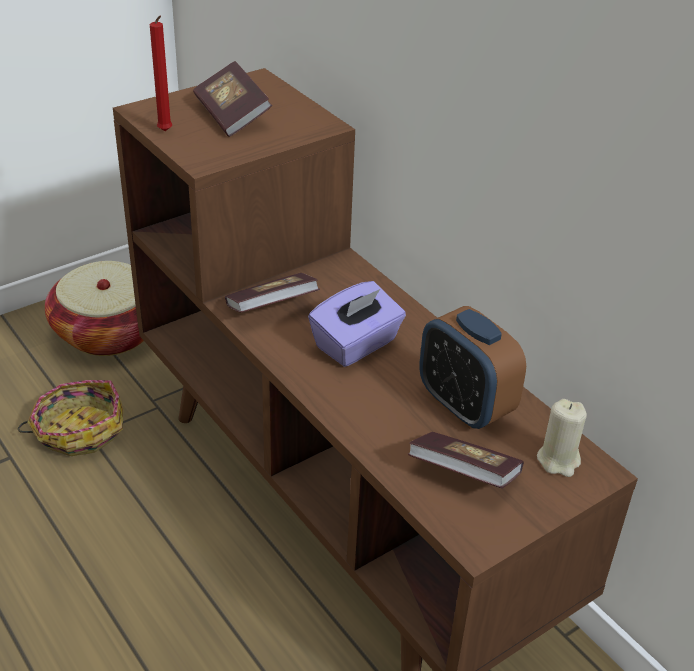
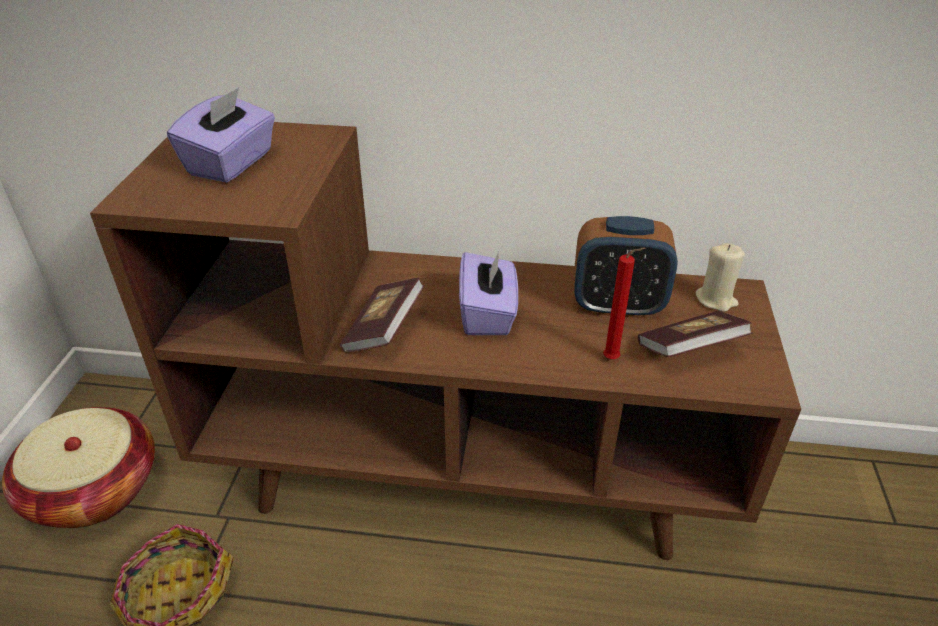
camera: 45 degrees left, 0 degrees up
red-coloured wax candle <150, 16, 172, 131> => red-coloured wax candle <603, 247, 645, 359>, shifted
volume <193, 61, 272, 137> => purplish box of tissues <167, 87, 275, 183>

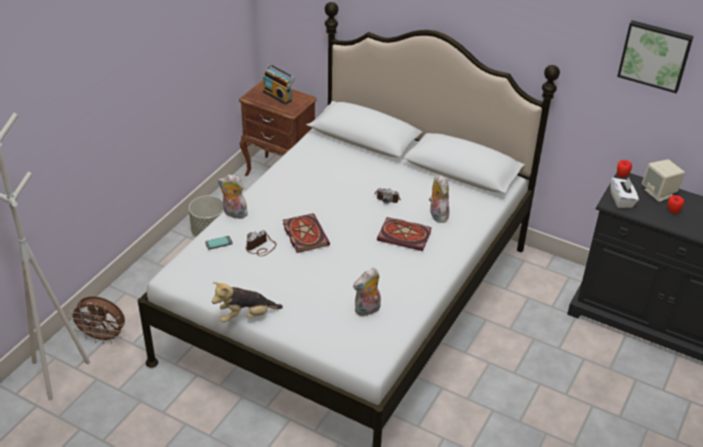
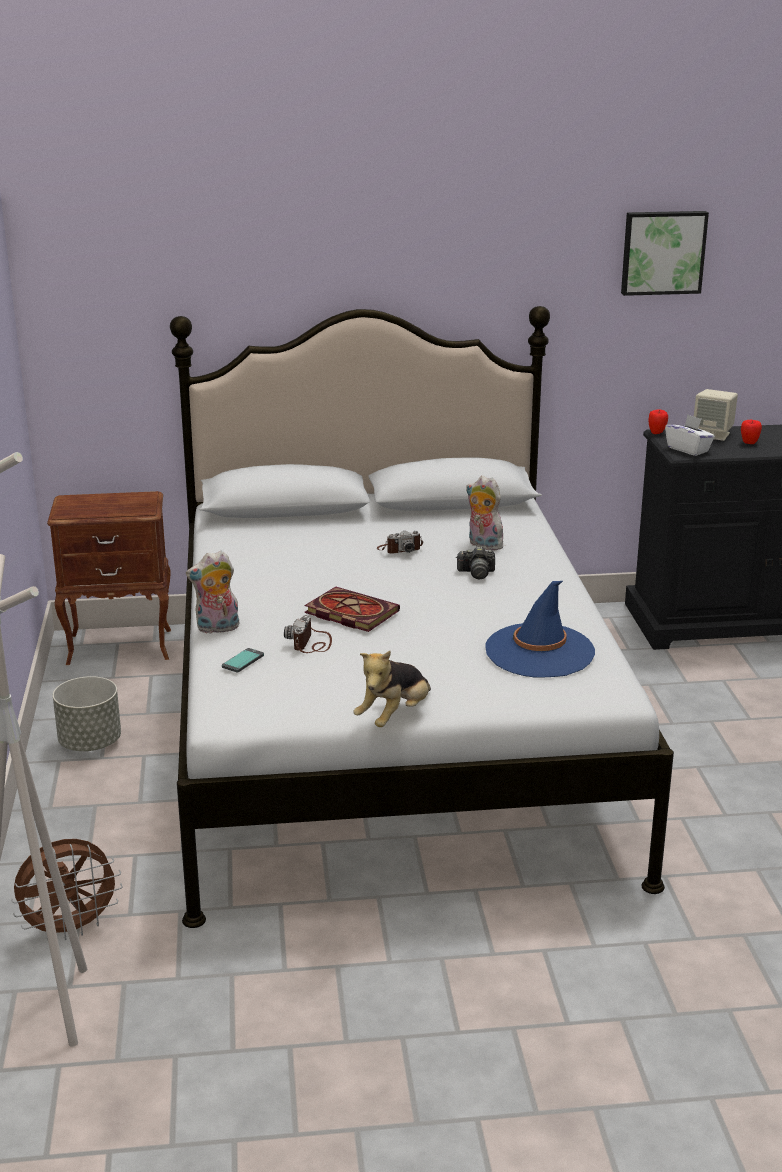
camera: 35 degrees left, 15 degrees down
radio <263, 64, 295, 105> => nothing
volume <377, 217, 432, 251> => still camera <456, 546, 495, 579>
plush toy <353, 268, 381, 316> => blue hat <486, 581, 595, 677>

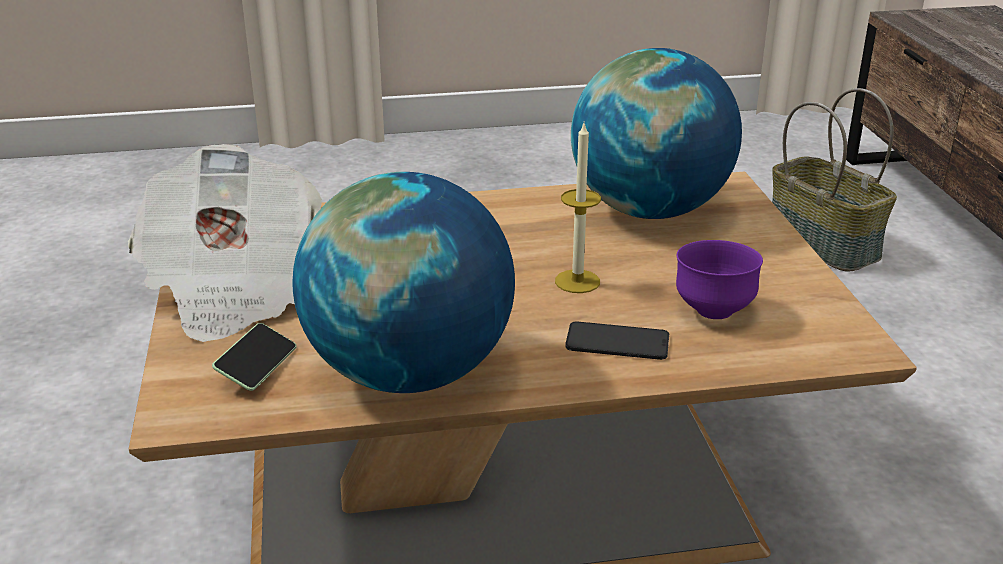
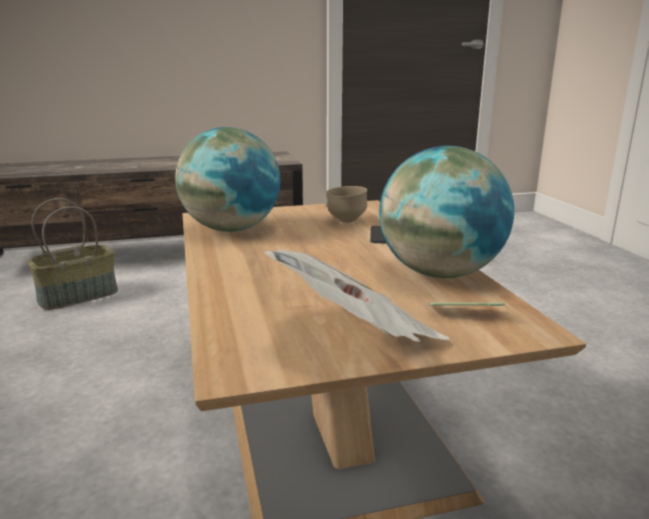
camera: 95 degrees left, 10 degrees down
wax candle <555, 123, 601, 293> => nothing
purplish deep dish <676, 240, 763, 319> => brown-coloured deep dish <326, 186, 367, 223>

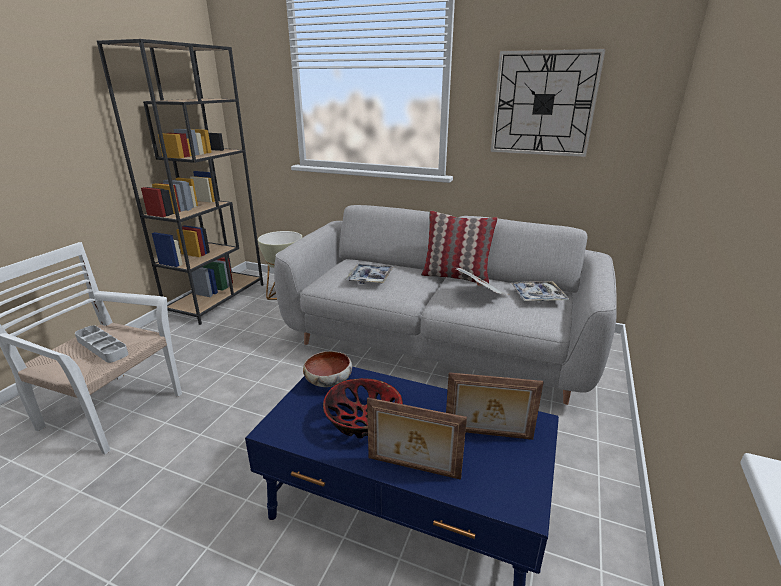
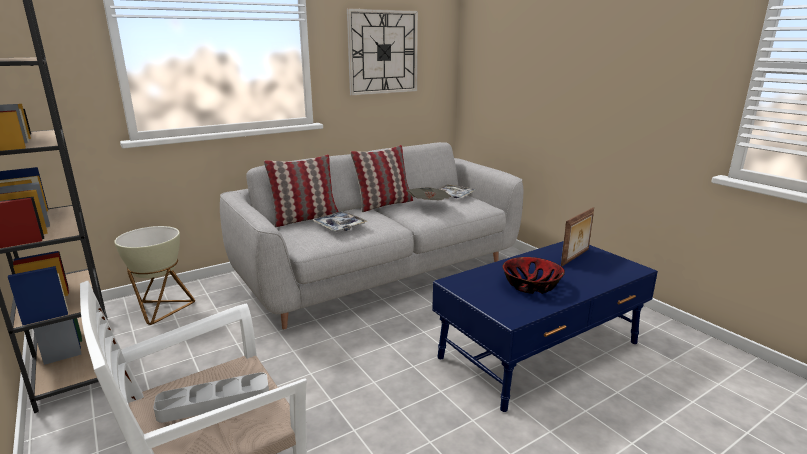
camera: 55 degrees left, 5 degrees down
deep dish <303, 351, 352, 387> => nothing
picture frame <367, 398, 467, 480> => nothing
nothing => pillow <264, 154, 339, 227>

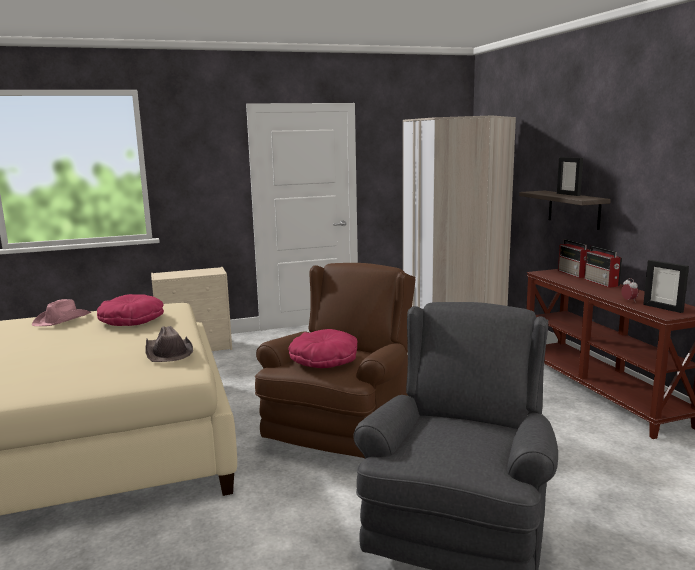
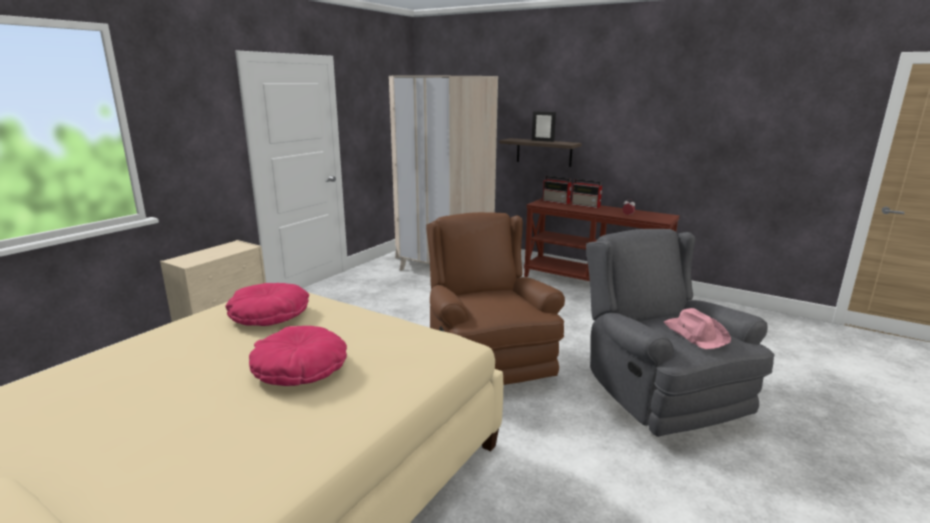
camera: 40 degrees left, 5 degrees up
picture frame <643, 260, 689, 313> => nothing
pink hat <32, 299, 91, 326> => pink hat <664, 308, 731, 349>, shifted
brown-coloured hat <145, 326, 193, 362> => nothing
pink pillow <288, 329, 357, 368> => pink pillow <249, 326, 347, 386>, shifted

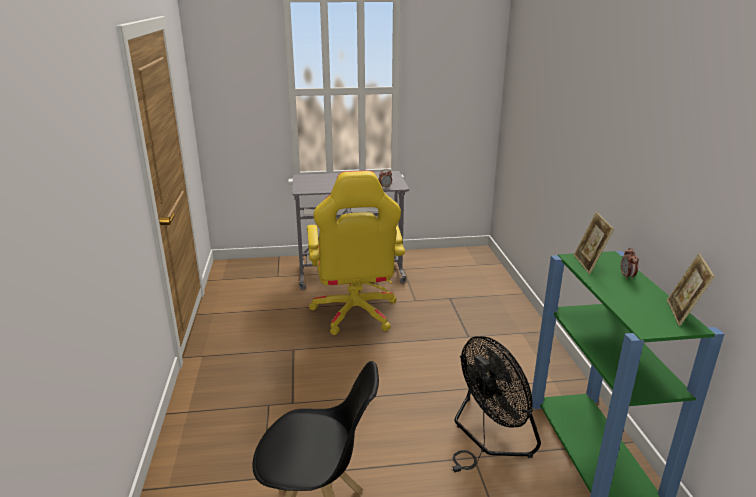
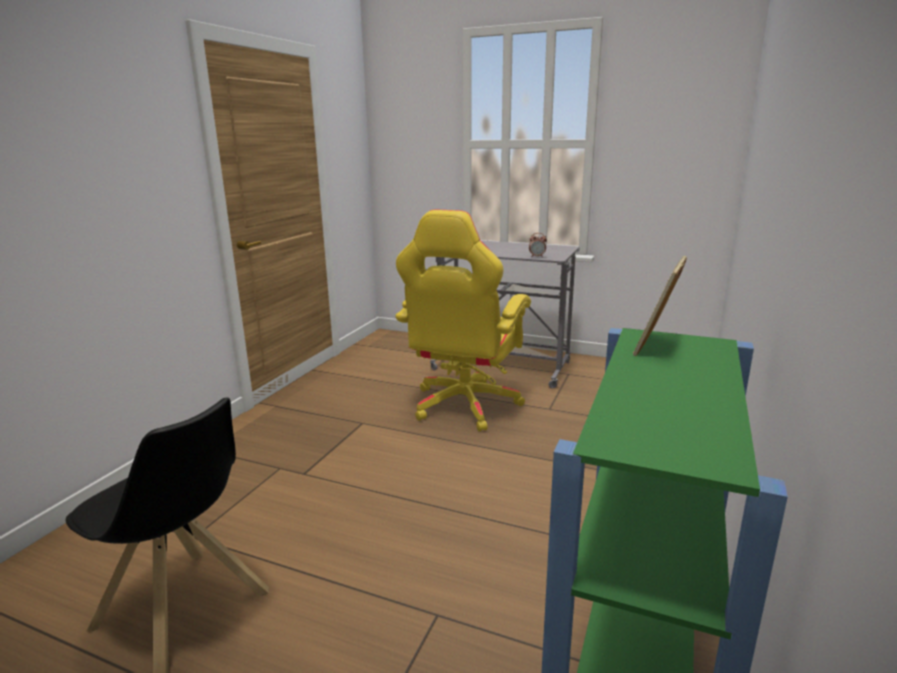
camera: 30 degrees right, 5 degrees down
bedside clock <621, 248, 639, 280> => nothing
picture frame <667, 253, 715, 326> => nothing
black-coloured cooling fan <452, 336, 541, 472> => nothing

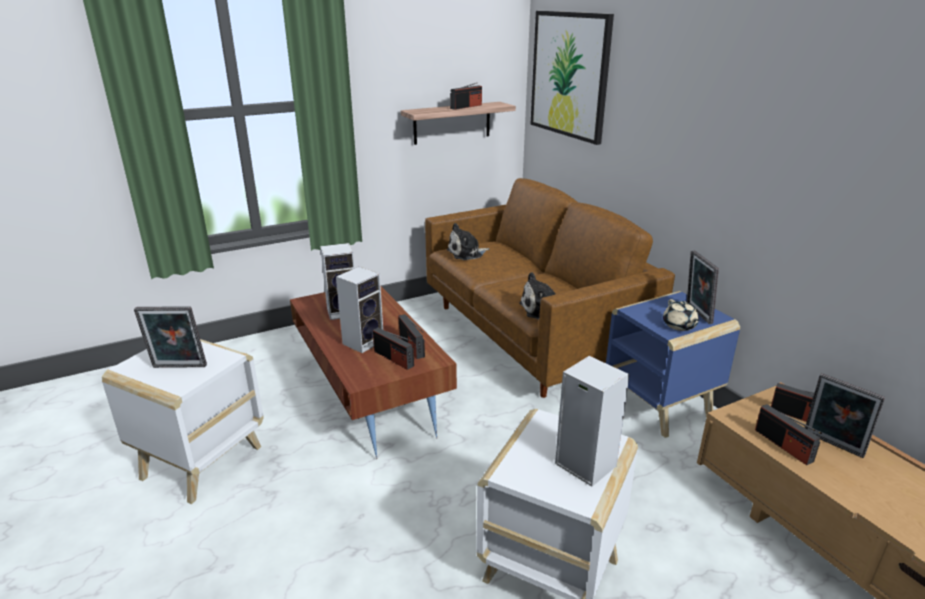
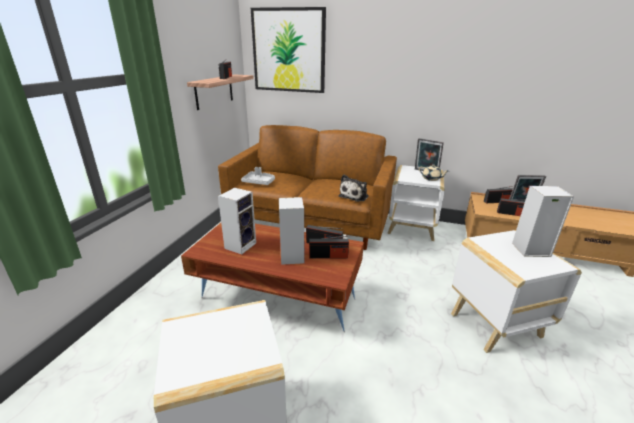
camera: 45 degrees left, 0 degrees up
plush toy <447, 223, 489, 260> => gray carrying tray <241, 167, 275, 185>
blue end table <606, 291, 740, 438> => whitish end table <387, 165, 445, 241>
picture frame <134, 306, 207, 368> => nothing

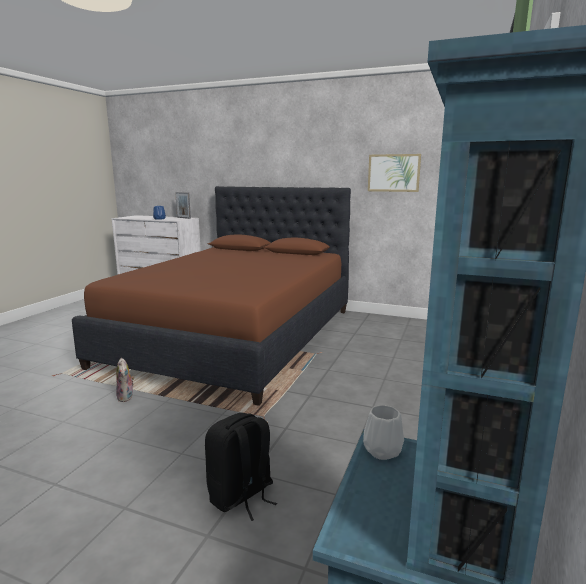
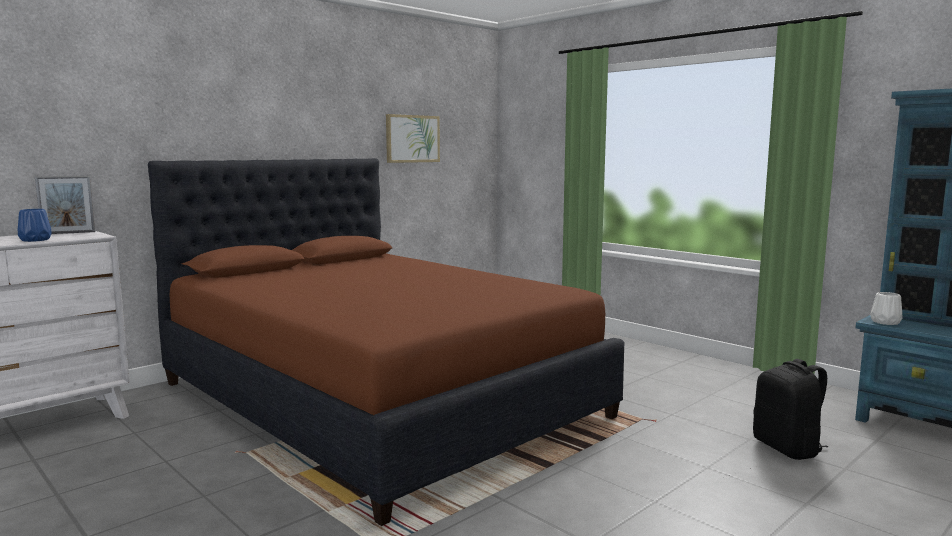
camera: 65 degrees left, 5 degrees down
plush toy <116, 358, 135, 402> => nothing

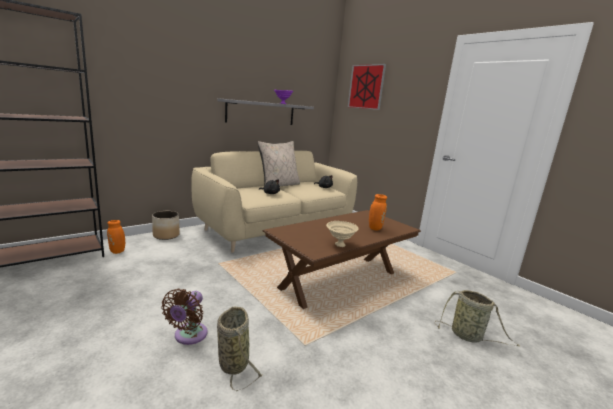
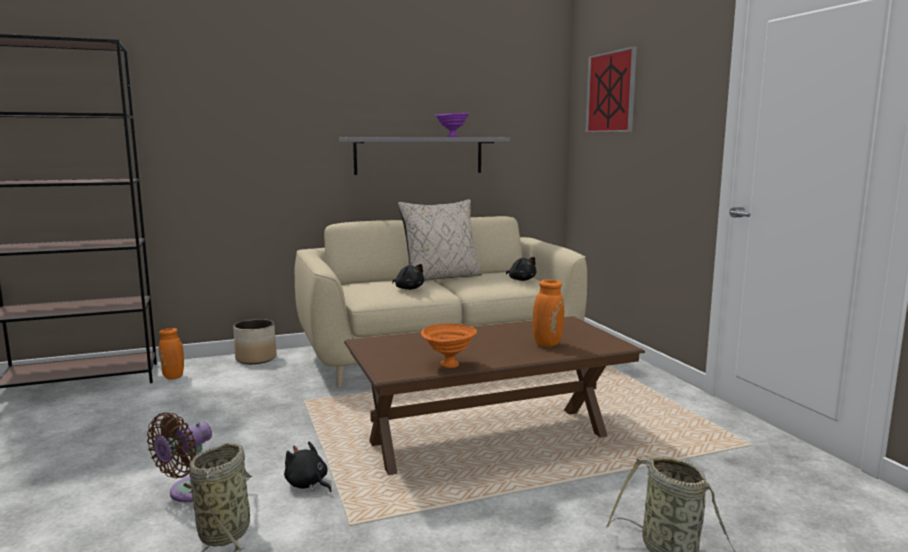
camera: 20 degrees right, 5 degrees down
beige-coloured deep dish <326, 221, 359, 247> => orangey deep dish <421, 323, 477, 368>
nothing => black-coloured plush toy <284, 442, 332, 492>

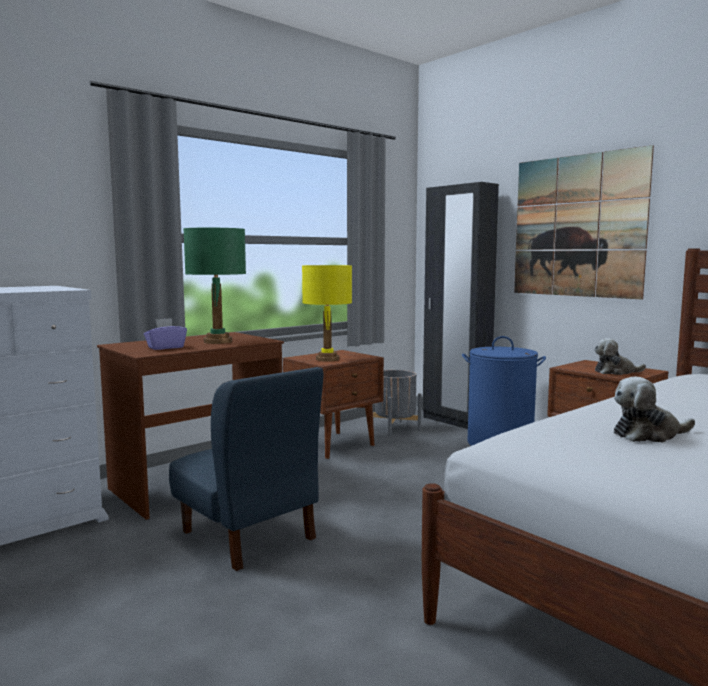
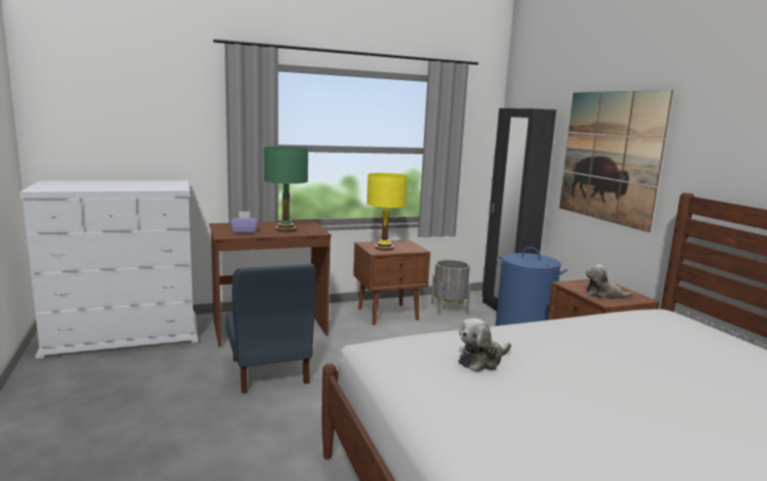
camera: 20 degrees right, 5 degrees up
plush toy <614, 377, 695, 442> => plush toy <459, 318, 511, 372>, 45 degrees counterclockwise

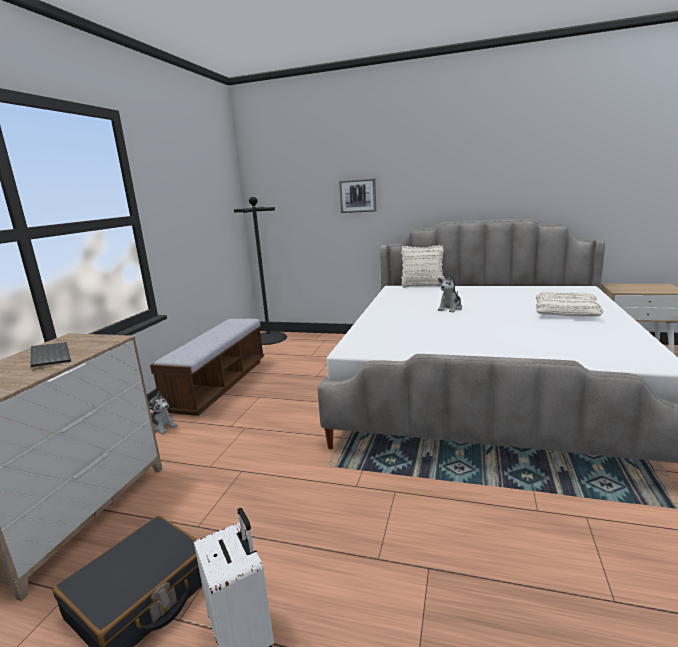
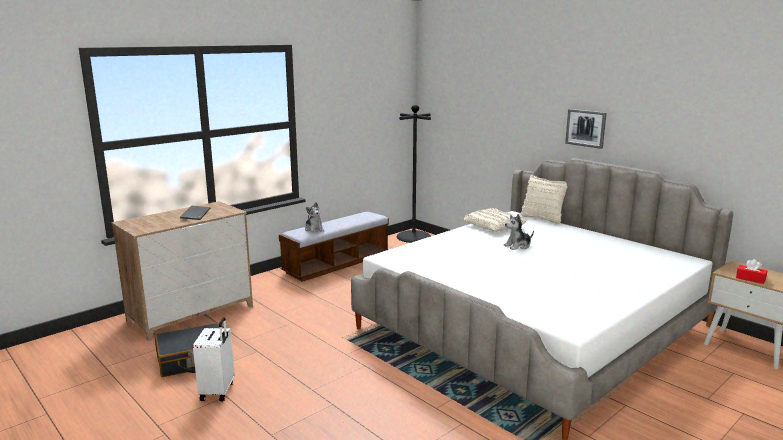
camera: 30 degrees right, 0 degrees up
wall art <339, 178, 376, 213> => wall art <565, 109, 606, 149>, shifted
beige-coloured pillow <536, 292, 603, 317> => beige-coloured pillow <464, 208, 527, 232>, shifted
plush toy <149, 391, 178, 434> => plush toy <305, 202, 324, 233>, shifted
nothing => red-coloured box of tissues <736, 259, 768, 284>

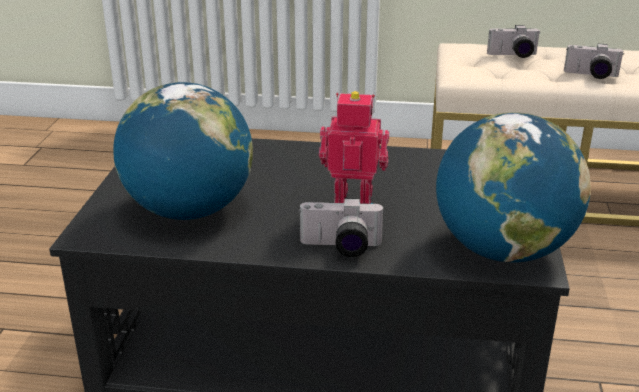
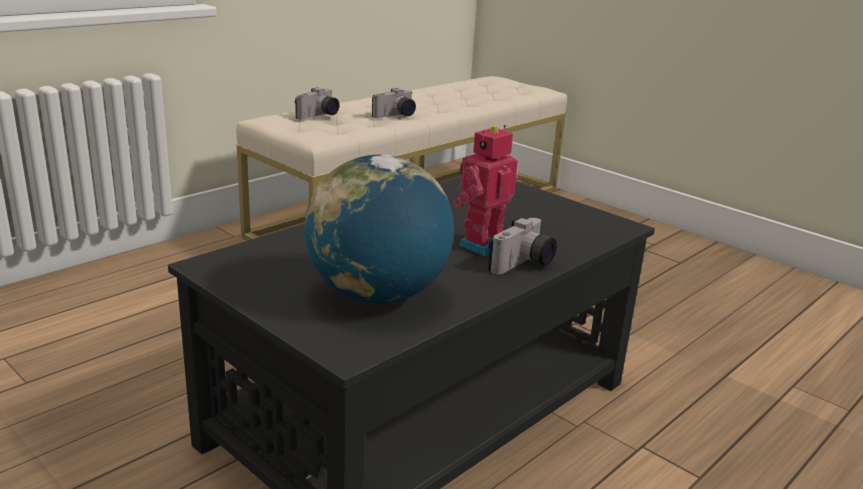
camera: 55 degrees left, 5 degrees down
desk globe <436, 112, 591, 263> => nothing

